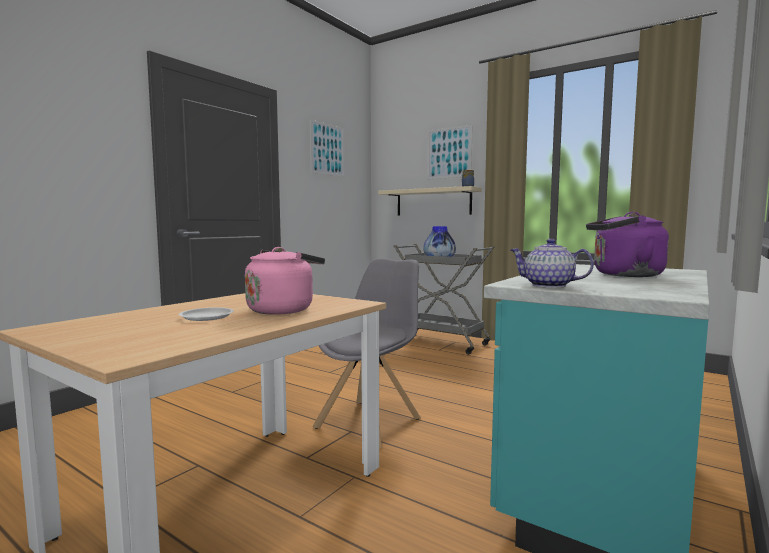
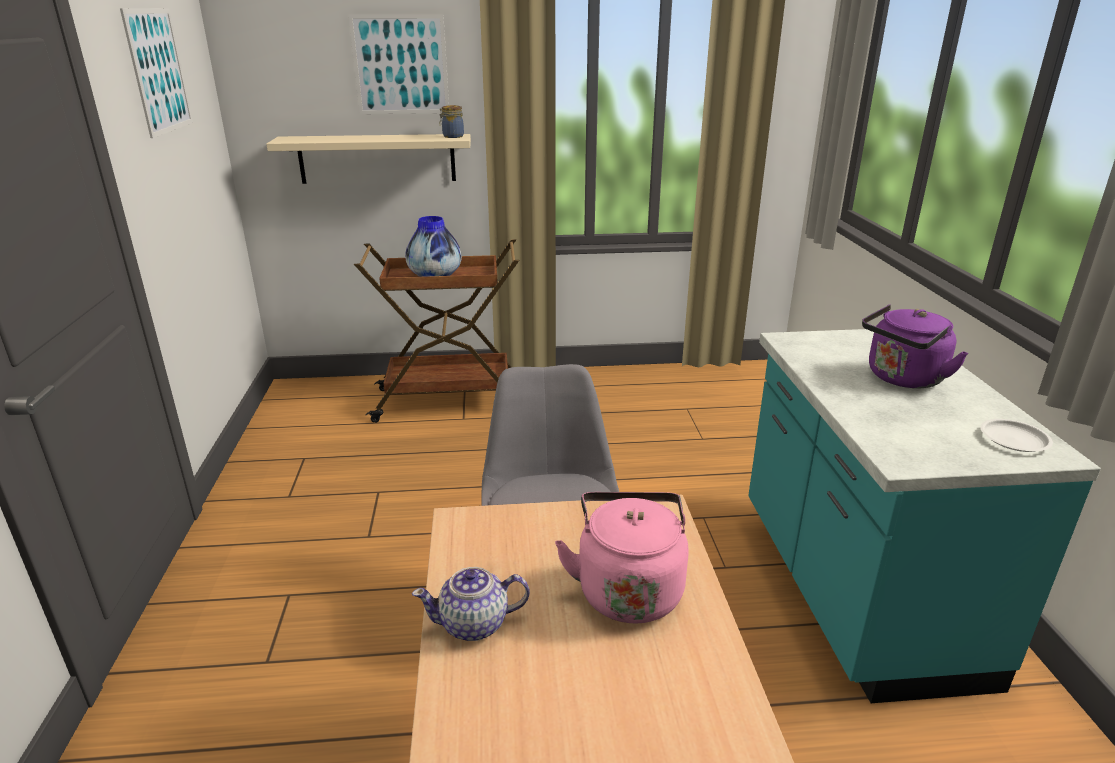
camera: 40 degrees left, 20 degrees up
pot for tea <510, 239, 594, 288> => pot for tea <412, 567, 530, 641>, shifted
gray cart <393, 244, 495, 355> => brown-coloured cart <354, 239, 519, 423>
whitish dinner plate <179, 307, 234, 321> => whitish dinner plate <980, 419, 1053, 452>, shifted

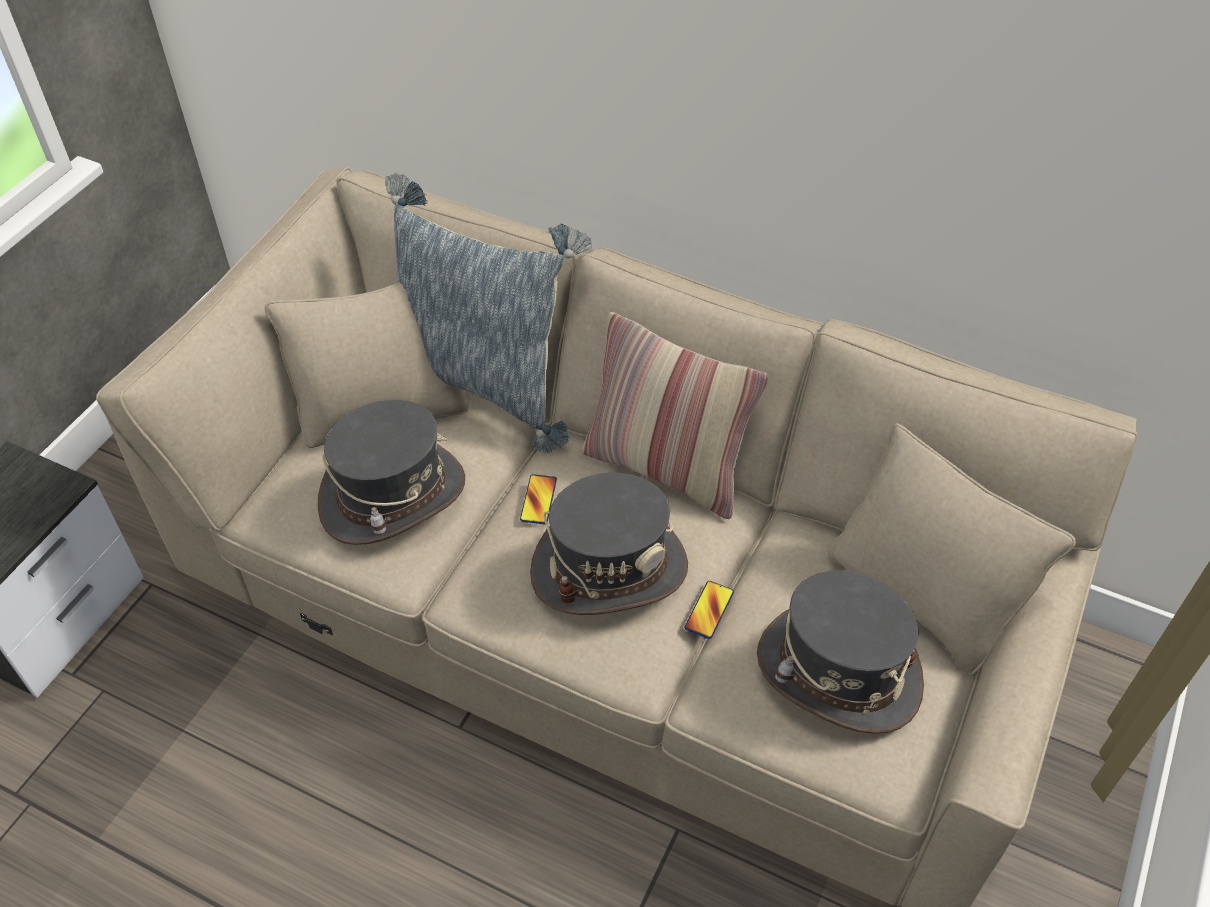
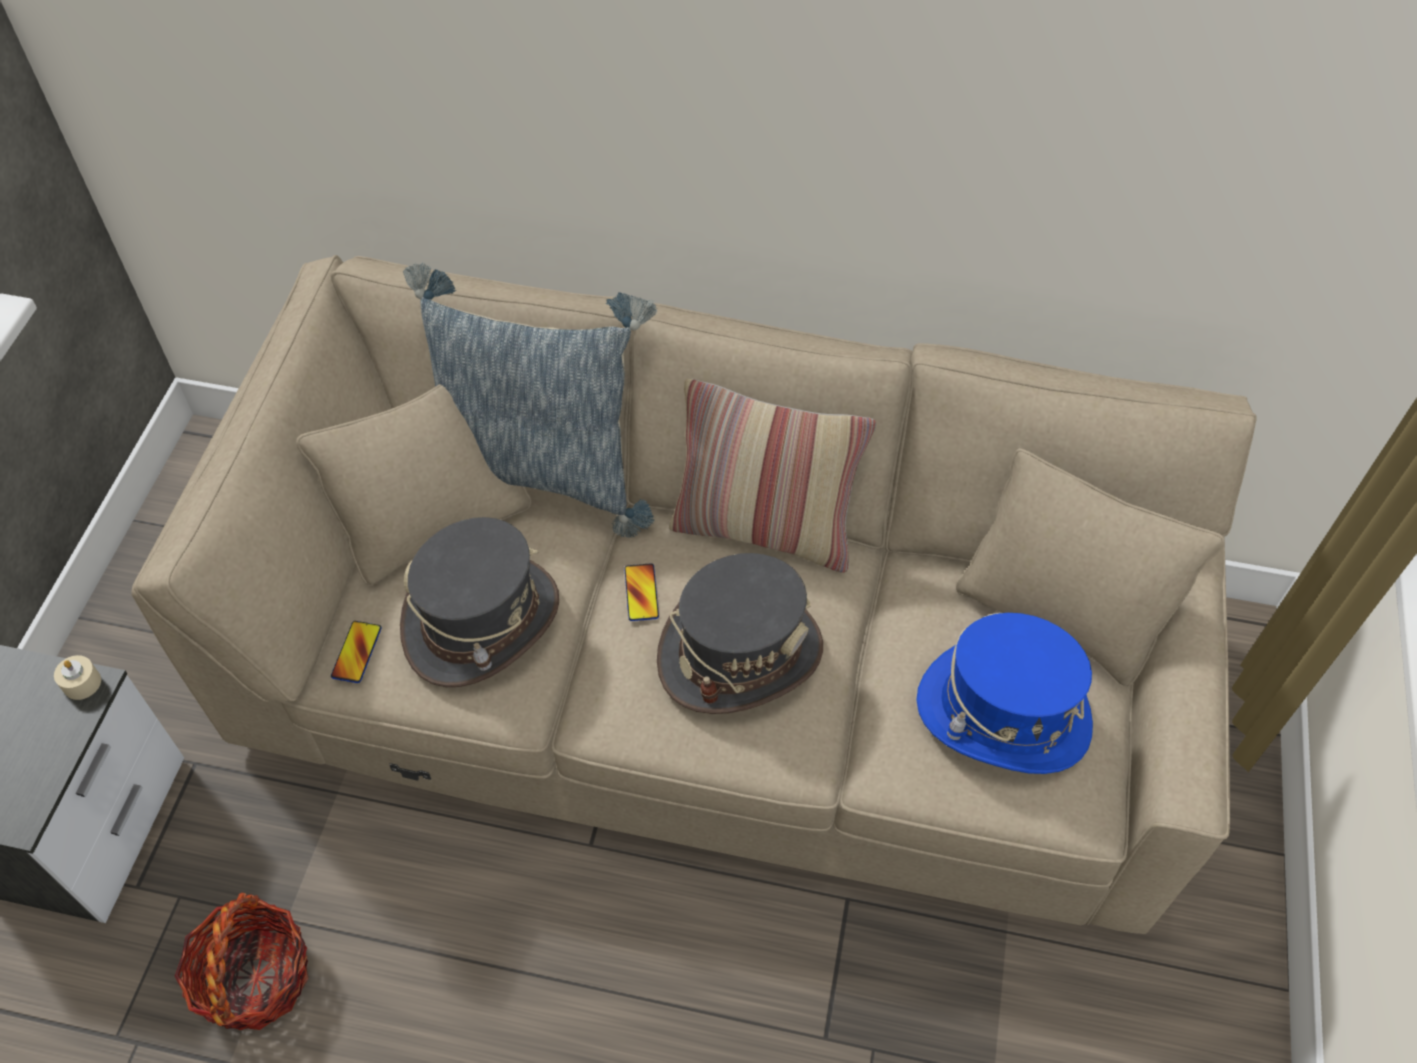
camera: 15 degrees left, 5 degrees up
gray hat <757, 570, 924, 734> => blue hat <916, 613, 1093, 774>
phone <684, 581, 734, 639> => phone <331, 621, 381, 683>, shifted
nothing => beige-coloured wax candle <54, 655, 101, 700>
nothing => household basket <175, 893, 309, 1030>

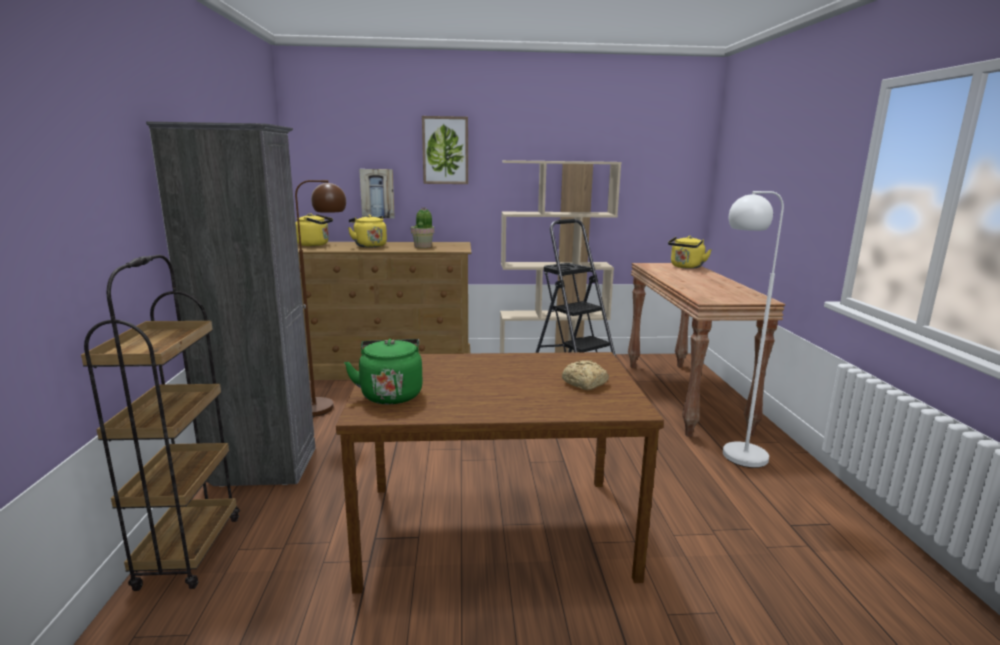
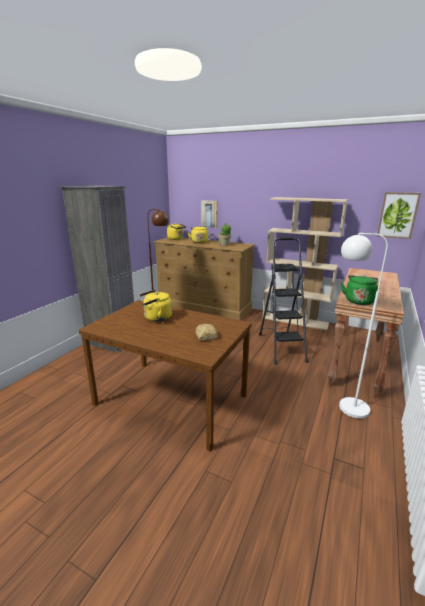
camera: 30 degrees right, 5 degrees up
wall art <422, 116, 468, 184> => wall art <377, 192, 421, 239>, shifted
yellowish water kettle <668, 236, 712, 269> => yellowish water kettle <139, 290, 172, 322>, shifted
brown-coloured cart <81, 255, 240, 591> => nothing
green-coloured water kettle <344, 339, 423, 404> => green-coloured water kettle <341, 275, 378, 305>, shifted

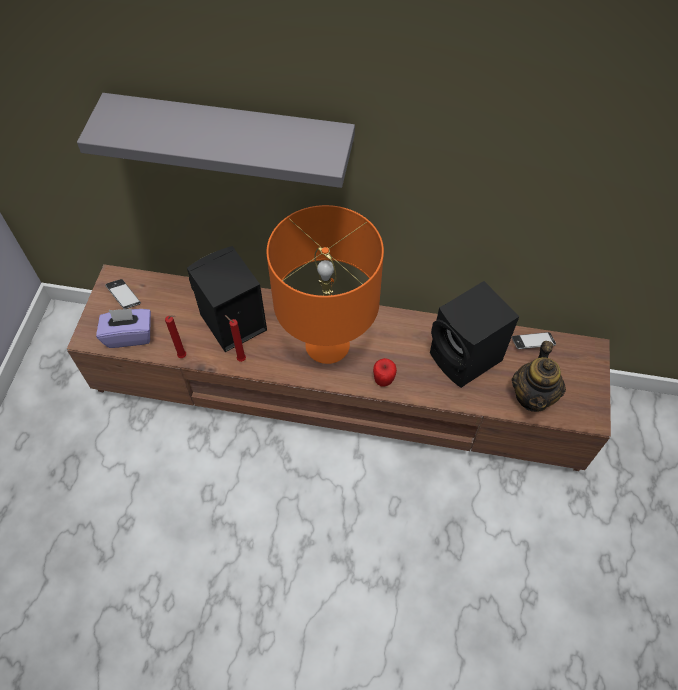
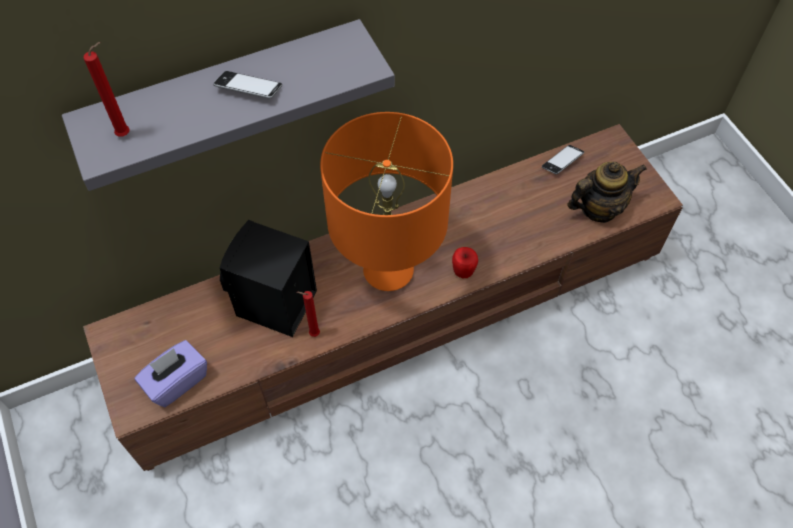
camera: 35 degrees left, 0 degrees up
phone <105, 279, 141, 309> => phone <214, 71, 282, 99>, shifted
black-coloured audio speaker <430, 281, 519, 388> => nothing
red-coloured wax candle <165, 315, 186, 358> => red-coloured wax candle <83, 42, 130, 137>, shifted
pot for tea <512, 341, 566, 412> => pot for tea <567, 162, 647, 223>, 90 degrees counterclockwise

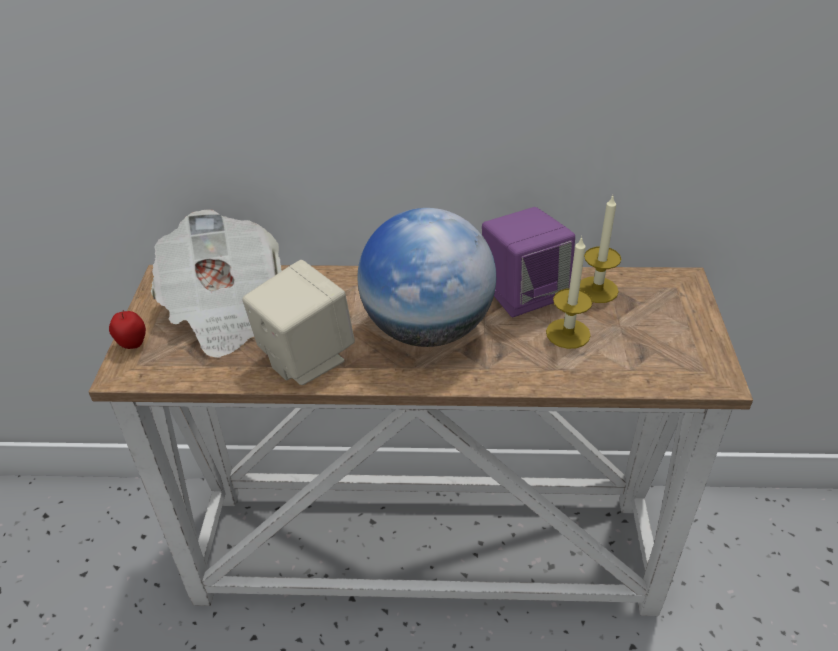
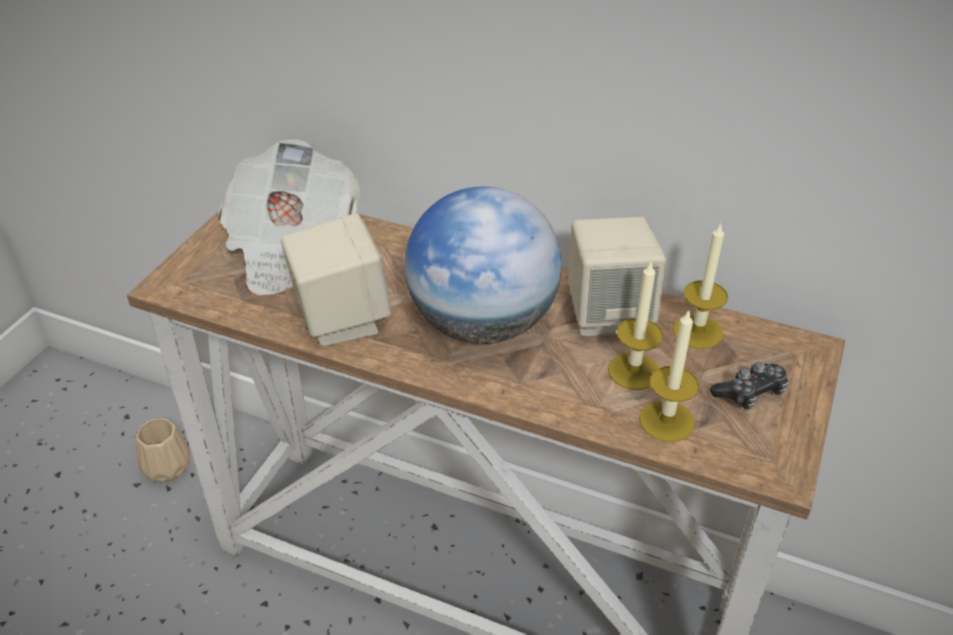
camera: 20 degrees right, 0 degrees up
purplish audio speaker <482, 207, 575, 317> => beige-coloured audio speaker <568, 217, 666, 336>
whole apple <109, 310, 146, 349> => nothing
nothing => wax candle <639, 309, 699, 442>
nothing => joypad <710, 362, 789, 410>
nothing => beige-coloured decorative vase <136, 419, 190, 482>

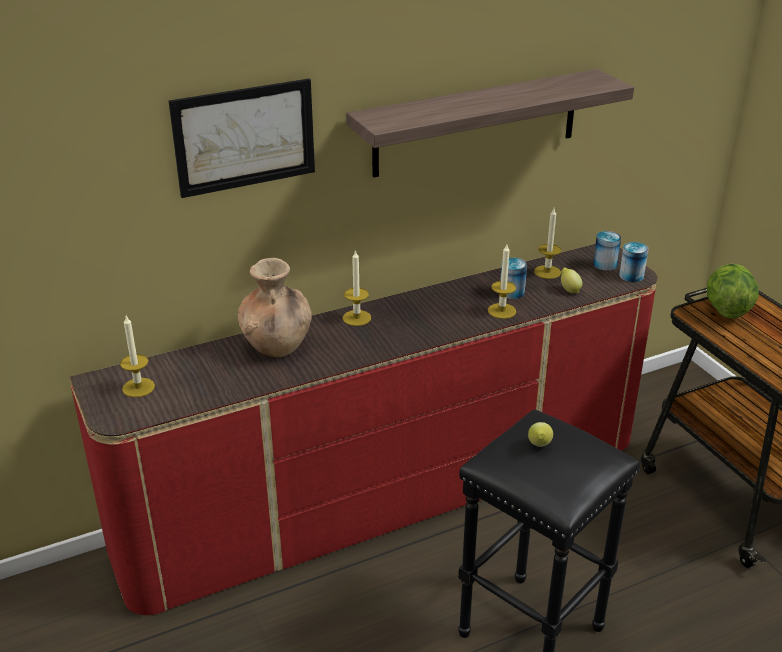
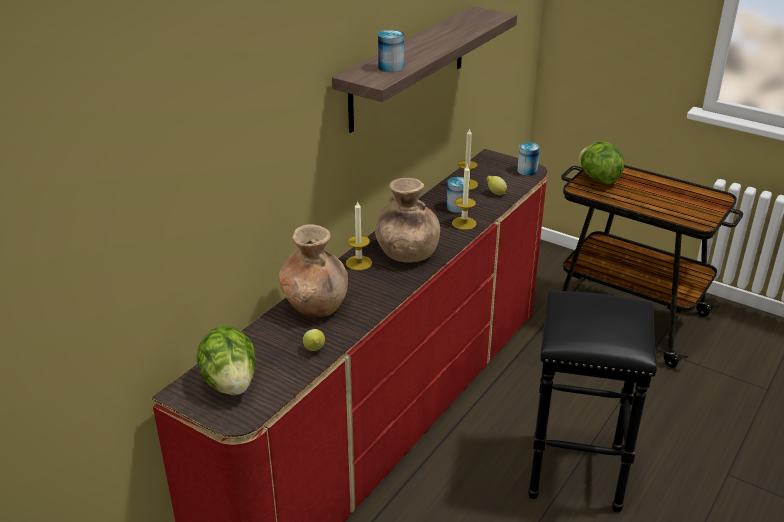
camera: 30 degrees left, 0 degrees up
wall art <169, 79, 315, 198> => nothing
sealed can <593, 231, 621, 271> => sealed can <378, 30, 404, 72>, shifted
wax candle <120, 316, 155, 397> => lettuce head <196, 325, 256, 395>
whole lemon <528, 422, 553, 447> => whole lemon <303, 329, 325, 351>, shifted
nothing => brown-coloured decorative vase <375, 178, 440, 263>

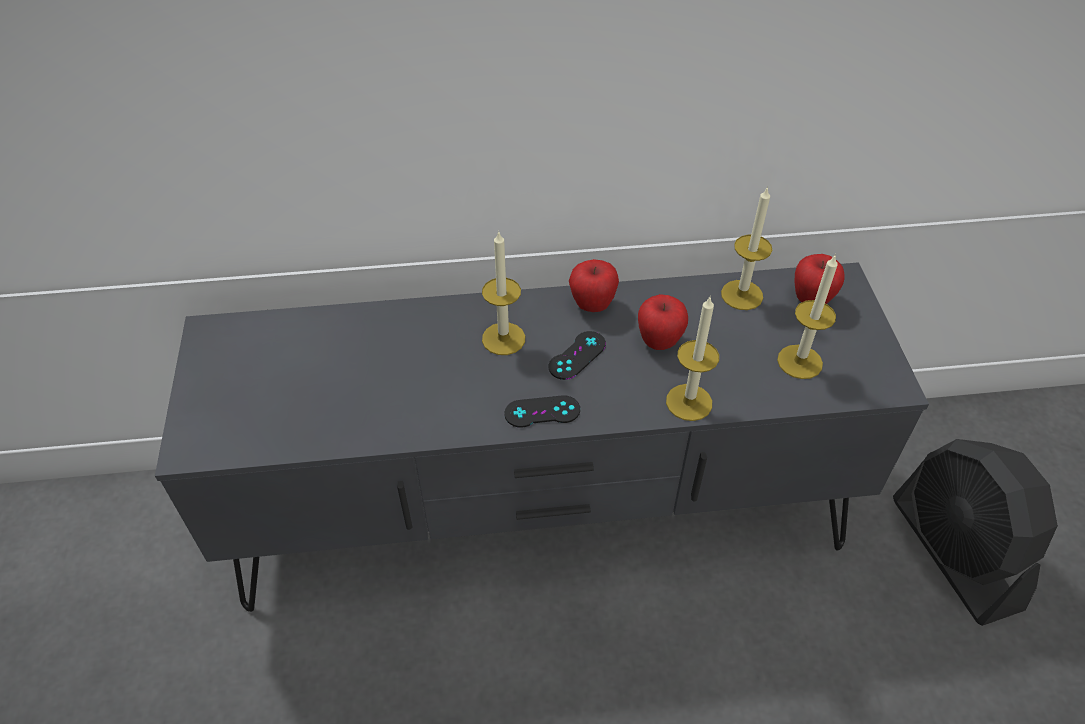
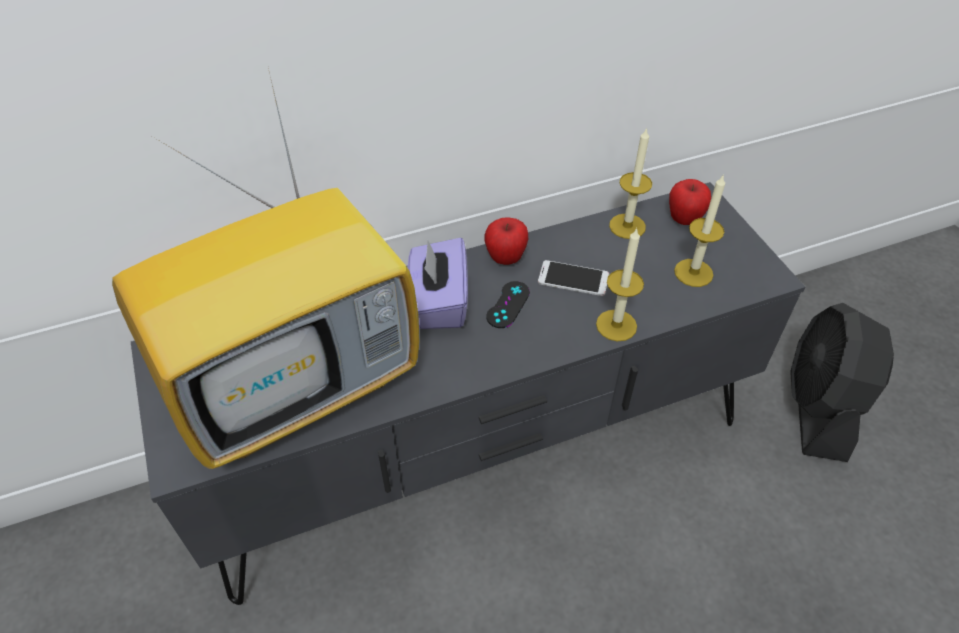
camera: 15 degrees left, 0 degrees up
wax candle <482, 231, 525, 355> => purplish box of tissues <407, 238, 468, 329>
whole apple <638, 294, 688, 350> => phone <538, 260, 609, 296>
black-coloured joypad <504, 395, 580, 428> => nothing
black-coloured cooling fan <893, 439, 1058, 626> => black-coloured cooling fan <790, 303, 894, 462>, 45 degrees clockwise
nothing => television <112, 68, 420, 469>

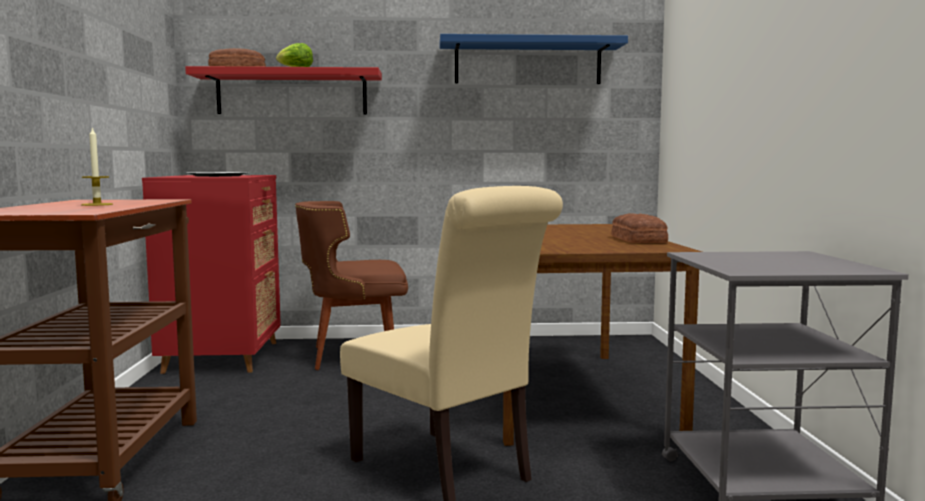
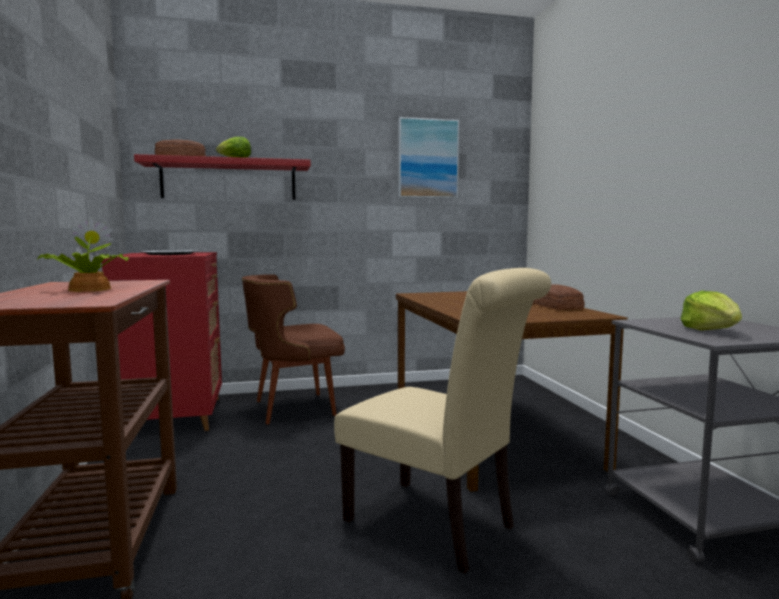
camera: 10 degrees left, 0 degrees up
blue shelf <440, 34, 628, 84> => wall art <398, 117, 459, 198>
wax candle <81, 127, 113, 206> => houseplant <36, 218, 128, 292>
nothing => lettuce head <680, 291, 742, 331>

